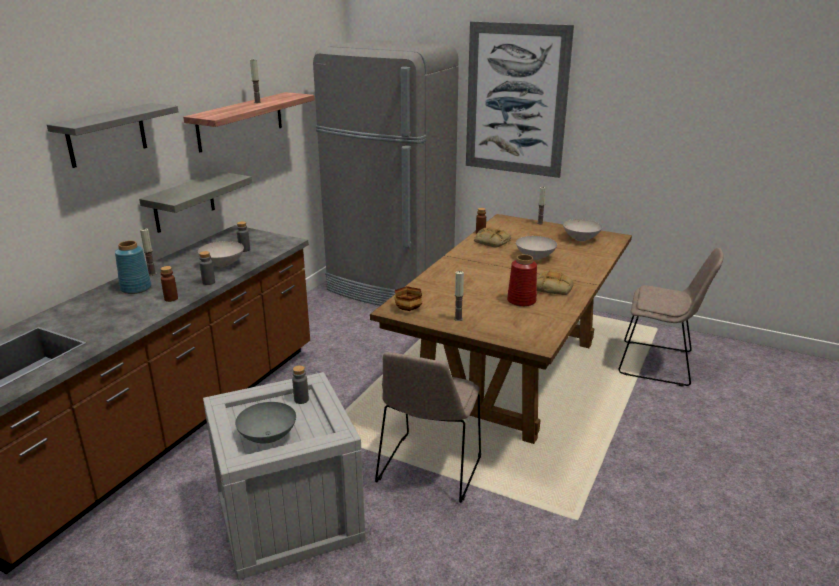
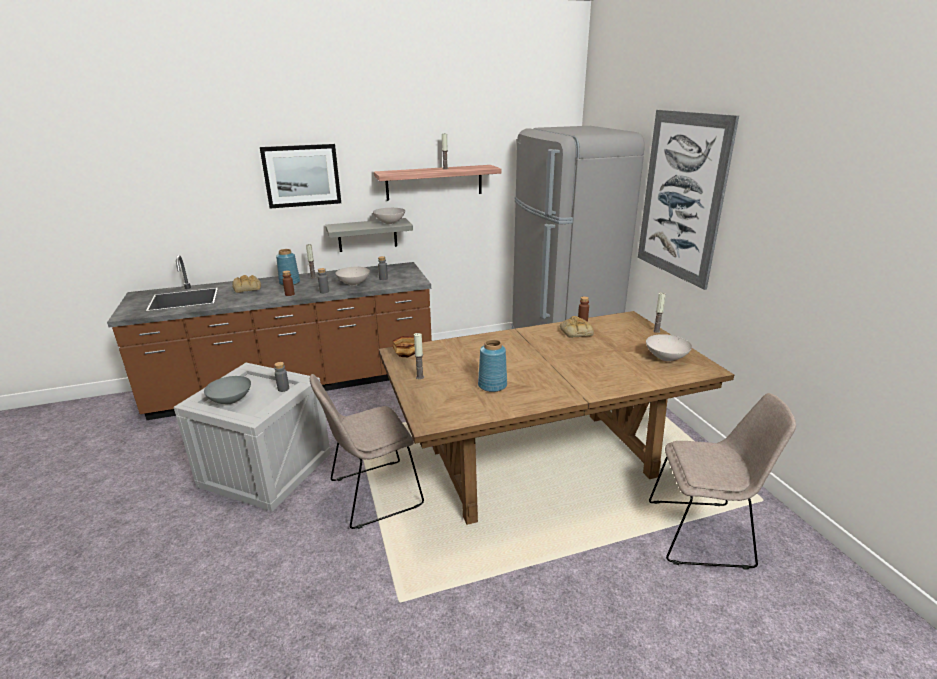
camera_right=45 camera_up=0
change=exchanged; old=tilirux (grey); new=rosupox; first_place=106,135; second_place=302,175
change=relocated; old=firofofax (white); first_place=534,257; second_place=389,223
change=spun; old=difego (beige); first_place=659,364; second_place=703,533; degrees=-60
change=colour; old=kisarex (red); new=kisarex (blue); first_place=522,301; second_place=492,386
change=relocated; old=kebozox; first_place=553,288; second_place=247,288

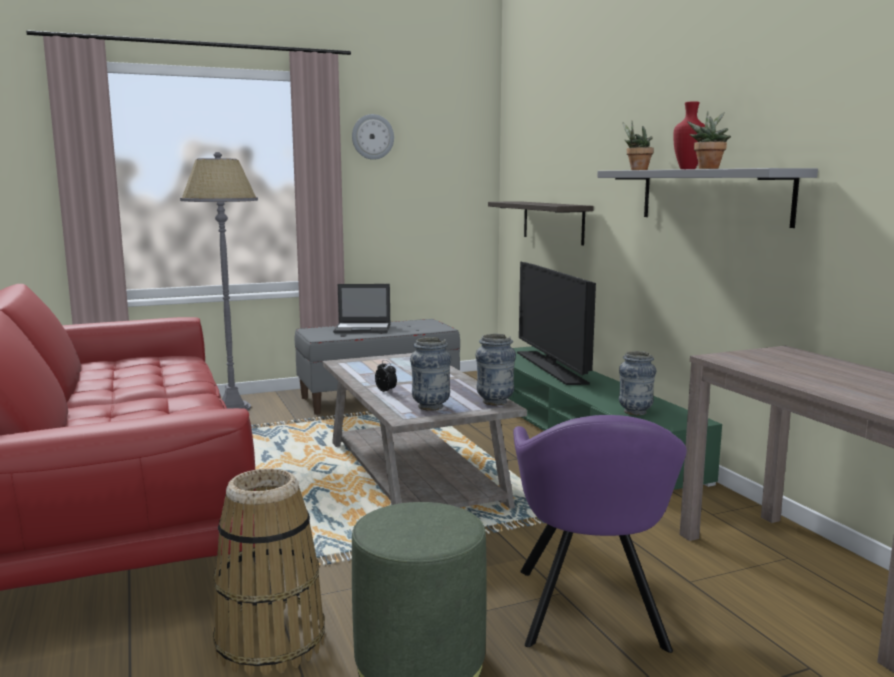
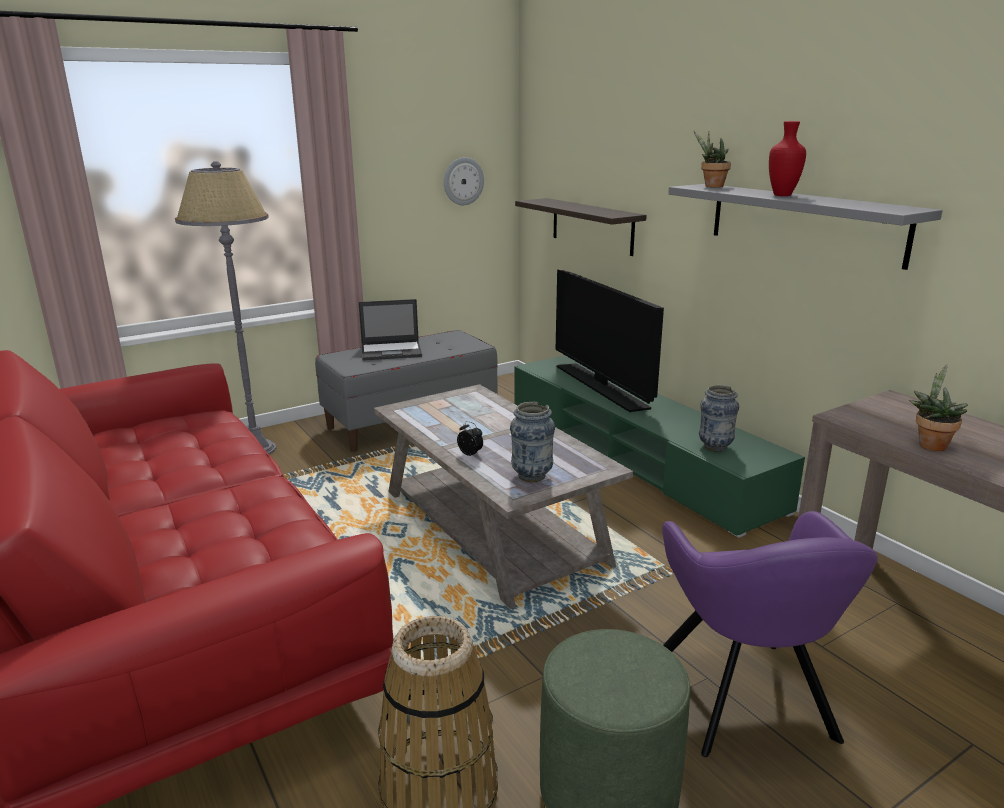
camera_right=-10 camera_up=10
change=relocated; old=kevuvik; first_place=708,168; second_place=930,444
change=relocated; old=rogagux; first_place=372,137; second_place=463,181
change=missing; old=kisarex; first_place=495,402

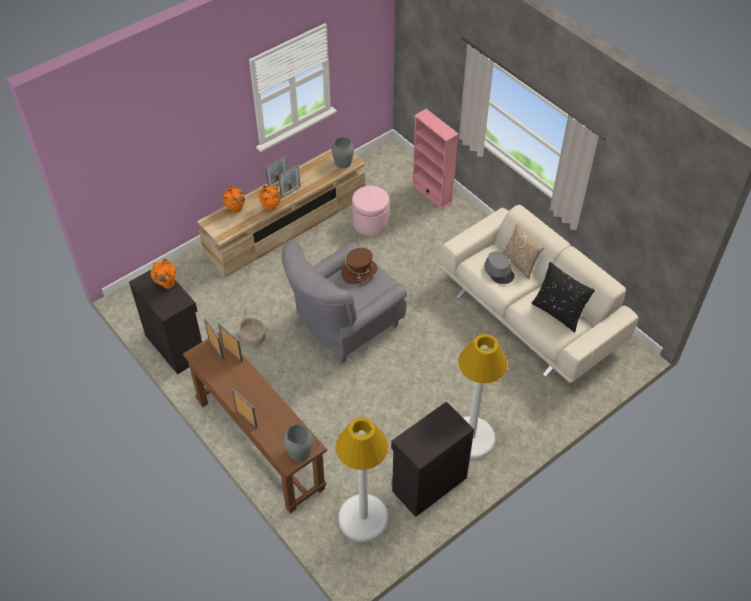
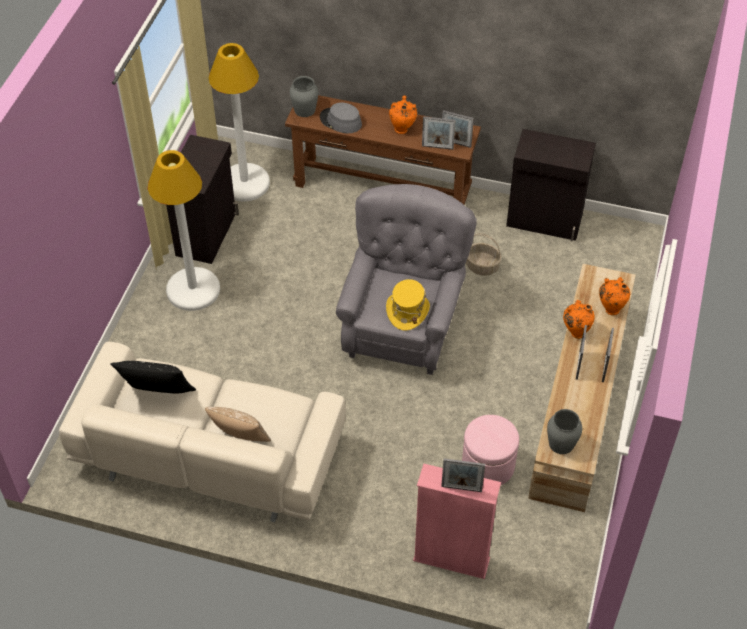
camera_right=145 camera_up=0
change=colour; old=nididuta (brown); new=nididuta (yellow); first_place=359,272; second_place=407,311
change=relocated; old=nididuta (grey); first_place=499,271; second_place=340,121
change=relocated; old=kisarex (orange); first_place=166,285; second_place=402,129
change=relocated; old=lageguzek; first_place=246,418; second_place=461,488

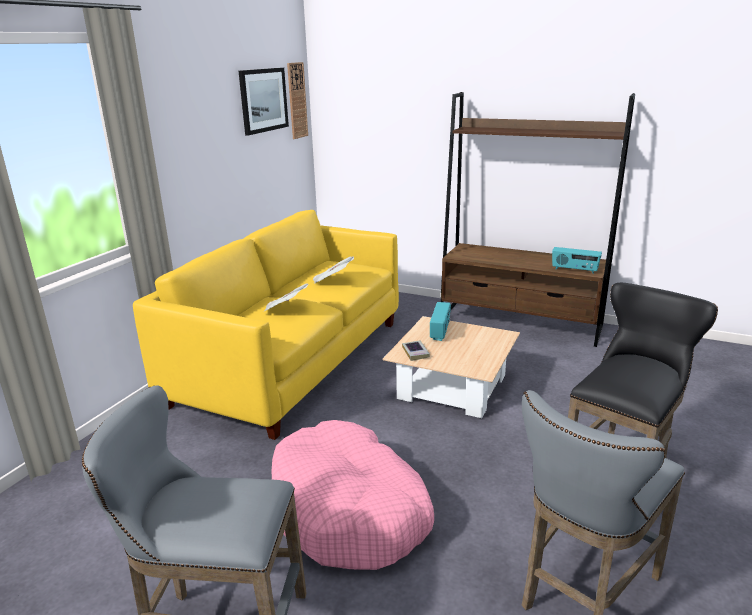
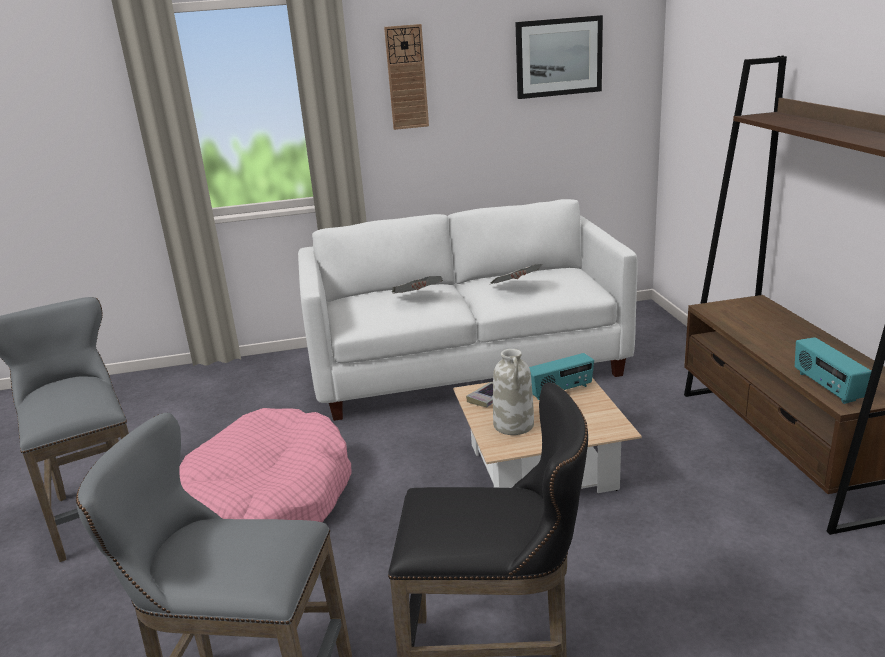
camera_right=55 camera_up=0
change=relocated; old=rogagux; first_place=297,100; second_place=406,77
change=colour; old=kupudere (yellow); new=kupudere (white); first_place=292,361; second_place=466,366
change=appeared; new=kisarex (white); second_place=514,425

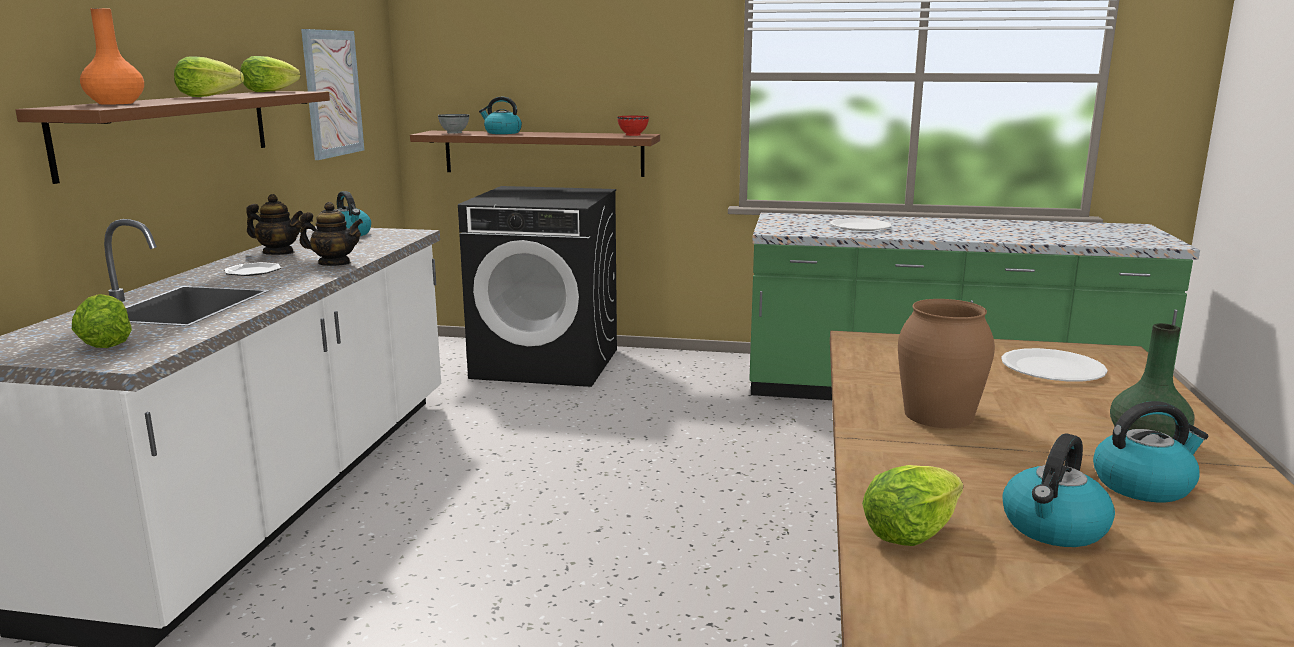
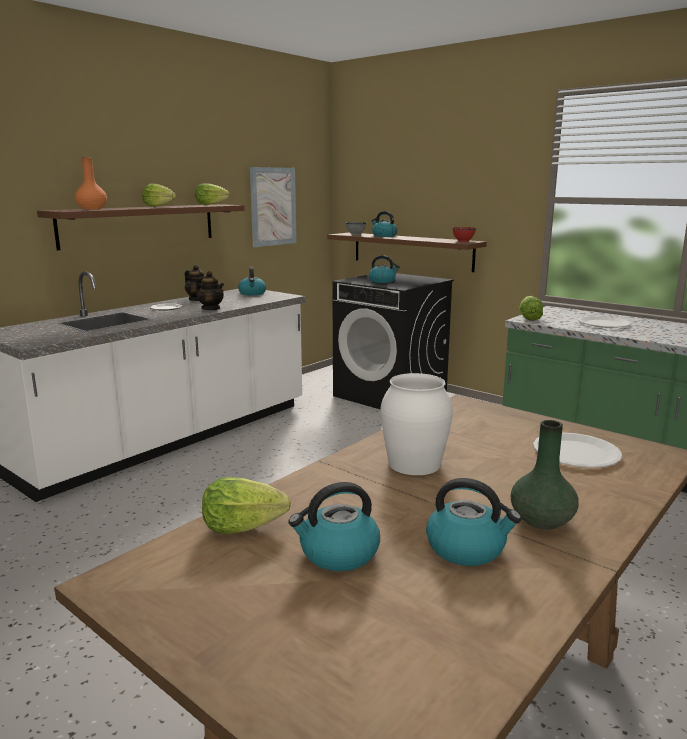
camera_right=30 camera_up=0
change=relocated; old=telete; first_place=106,343; second_place=529,318
change=colour; old=kisarex (brown); new=kisarex (white); first_place=938,415; second_place=413,464
change=appeared; new=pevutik; second_place=382,281

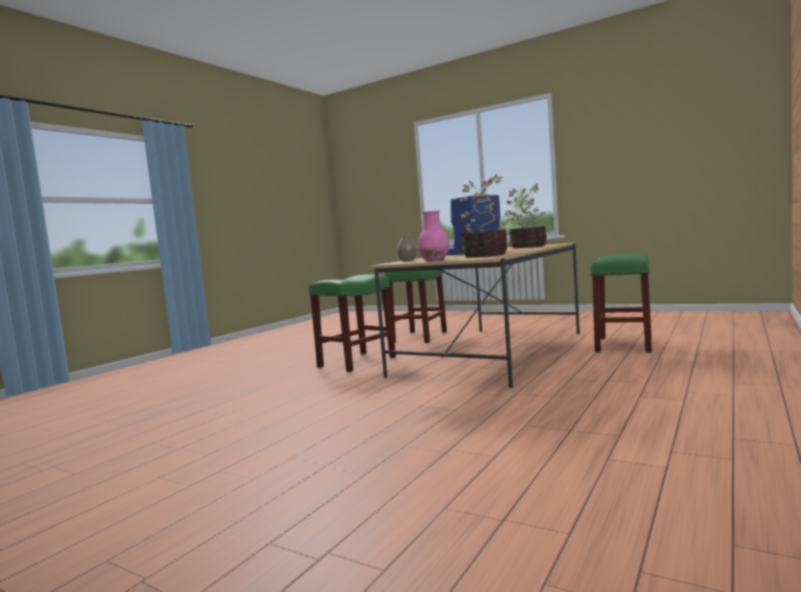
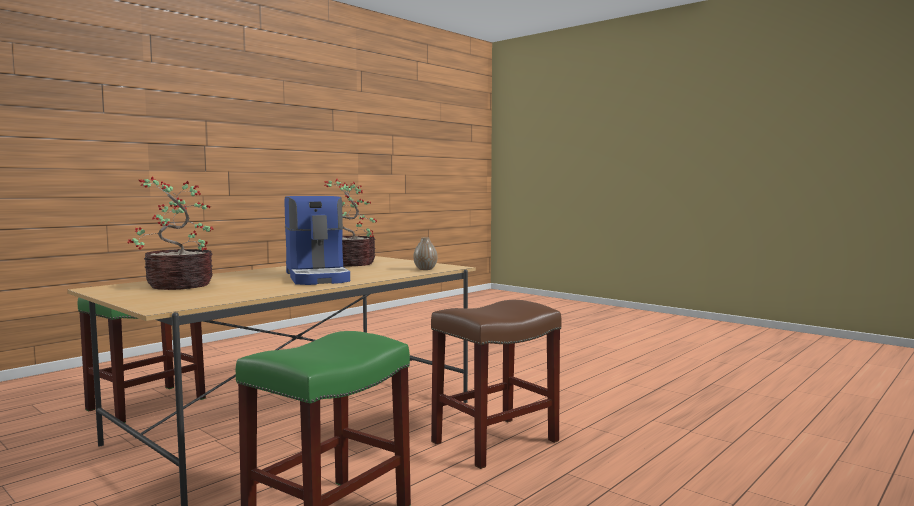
camera_right=-170 camera_up=0
change=missing; old=kisarex (pink); first_place=435,260
change=colour; old=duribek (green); new=duribek (brown); first_place=357,362; second_place=494,442

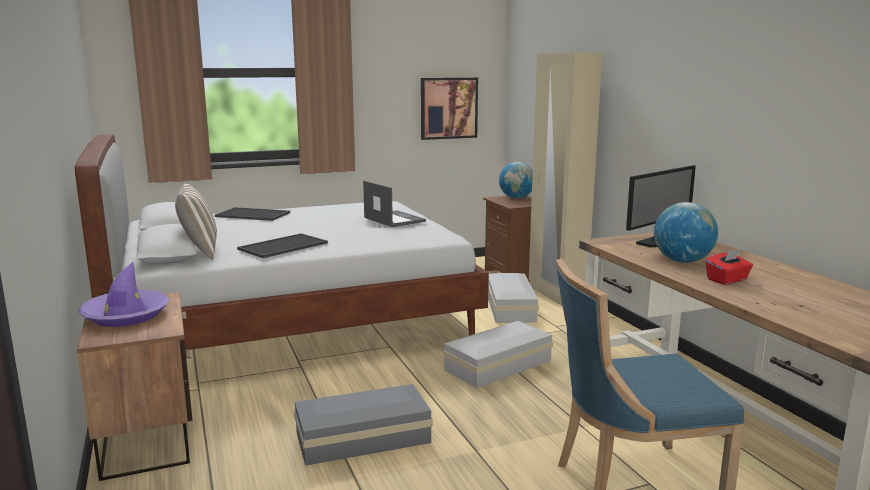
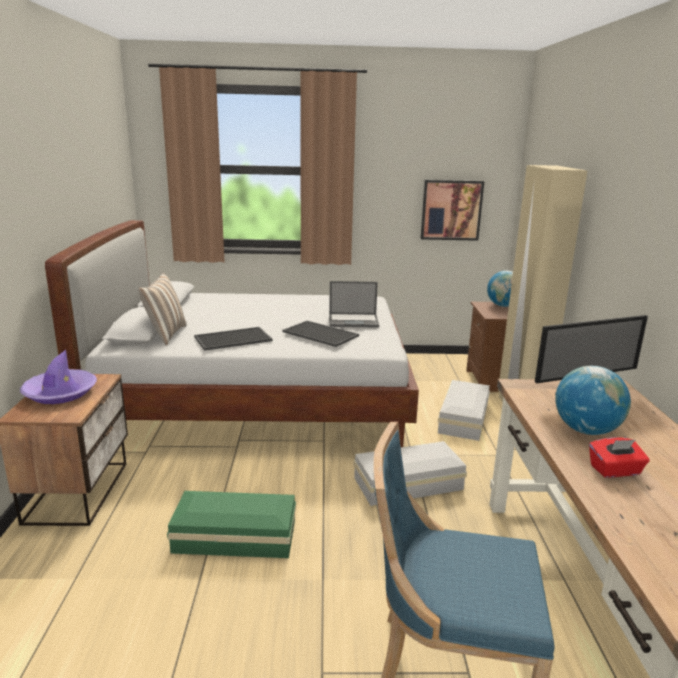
camera_right=20 camera_up=5
change=spun; old=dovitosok; first_place=393,219; second_place=354,321; degrees=105
change=relocated; old=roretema; first_place=254,214; second_place=321,334
change=colour; old=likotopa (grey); new=likotopa (green); first_place=360,437; second_place=233,535

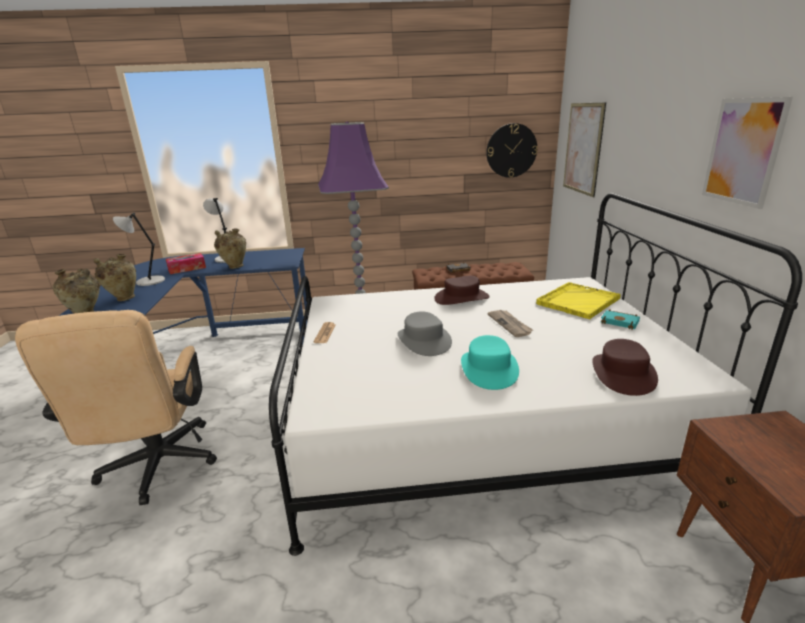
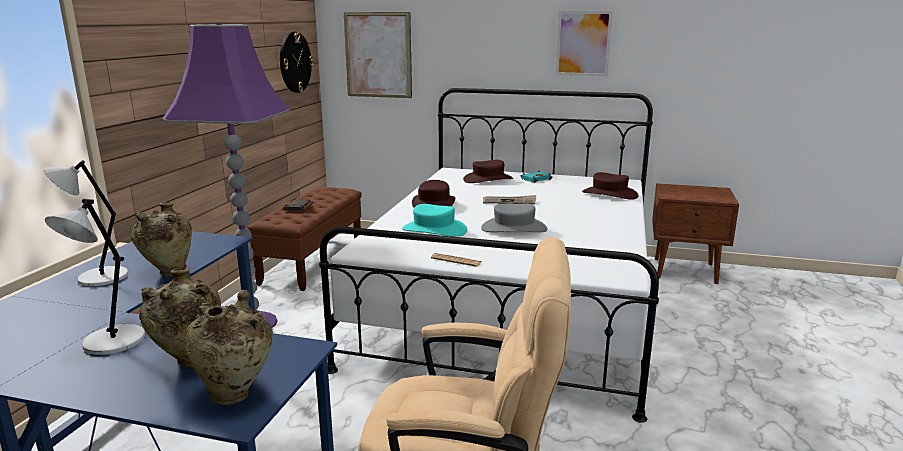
camera_right=-70 camera_up=-5
change=missing; old=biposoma; first_place=187,268
change=exchanged; old=roretema (yellow); new=nididuta (brown); first_place=577,301; second_place=488,179
change=relocated; old=nididuta (turquoise); first_place=488,369; second_place=434,230

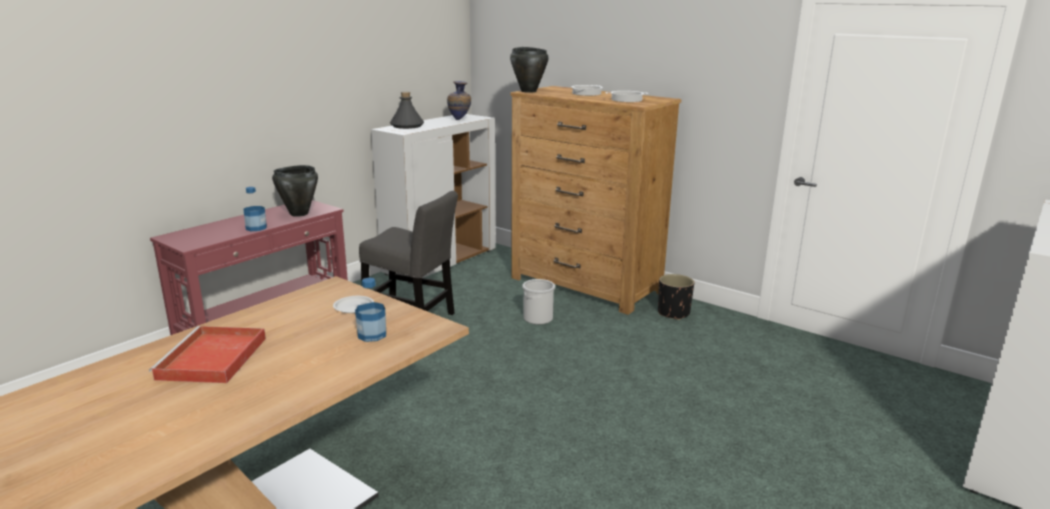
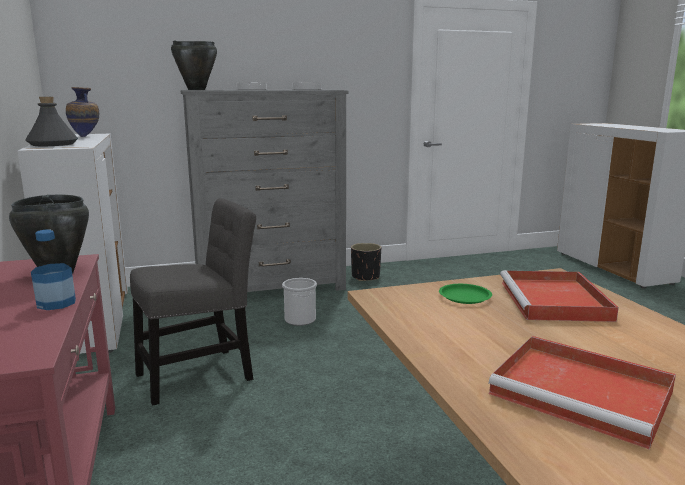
camera_right=-55 camera_up=-5
change=colour; old=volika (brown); new=volika (grey); first_place=585,285; second_place=270,285
change=exchanged; old=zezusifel; new=roretema (red); first_place=372,335; second_place=555,301
change=colour; old=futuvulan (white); new=futuvulan (green); first_place=353,307; second_place=464,297

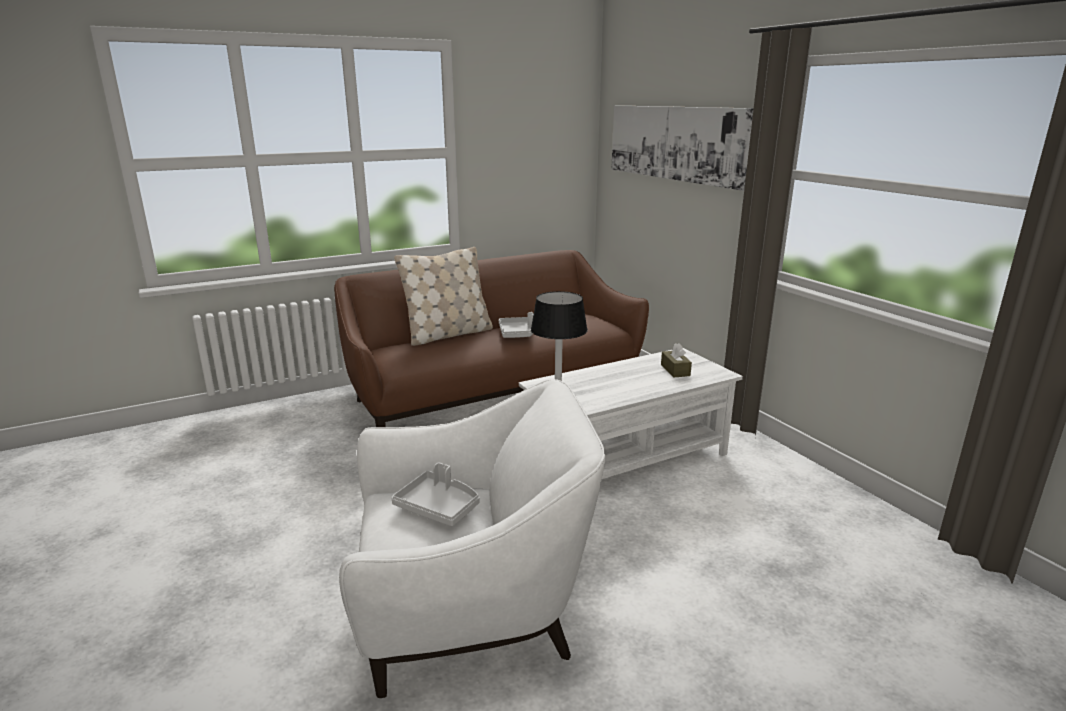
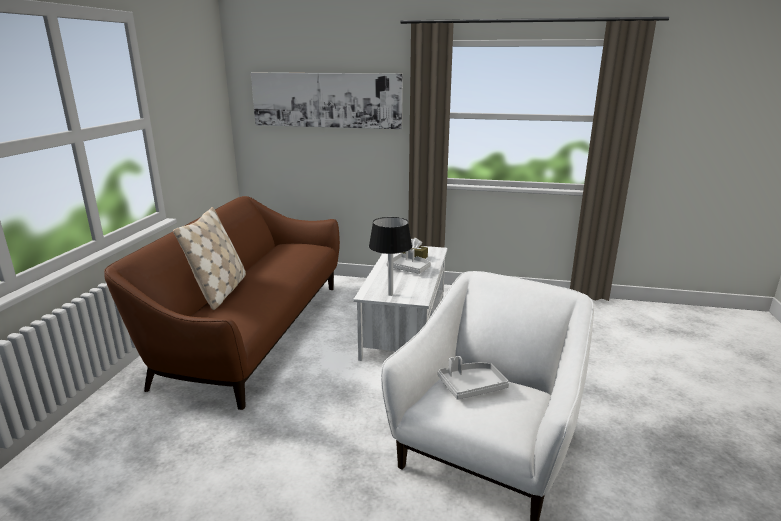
camera_right=-50 camera_up=0
change=relocated; old=roretema (grey); first_place=517,333; second_place=409,268

